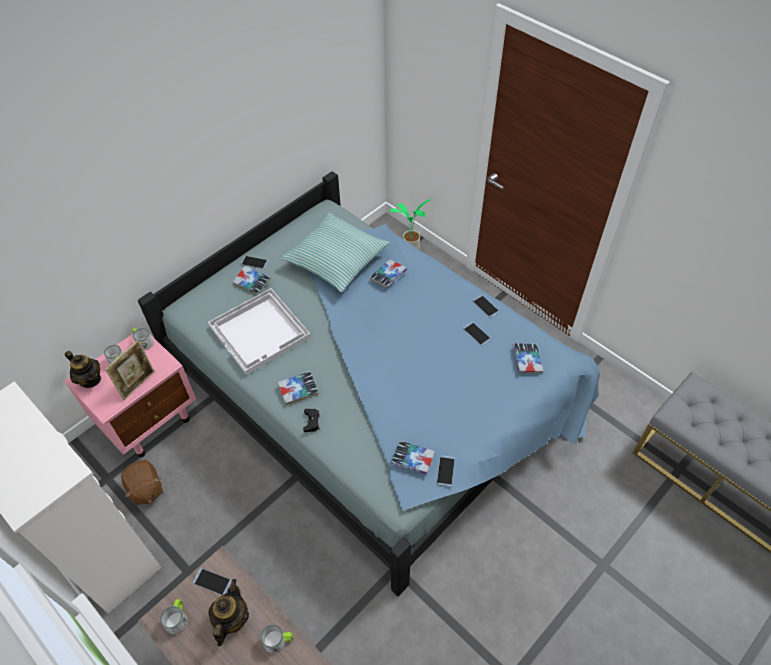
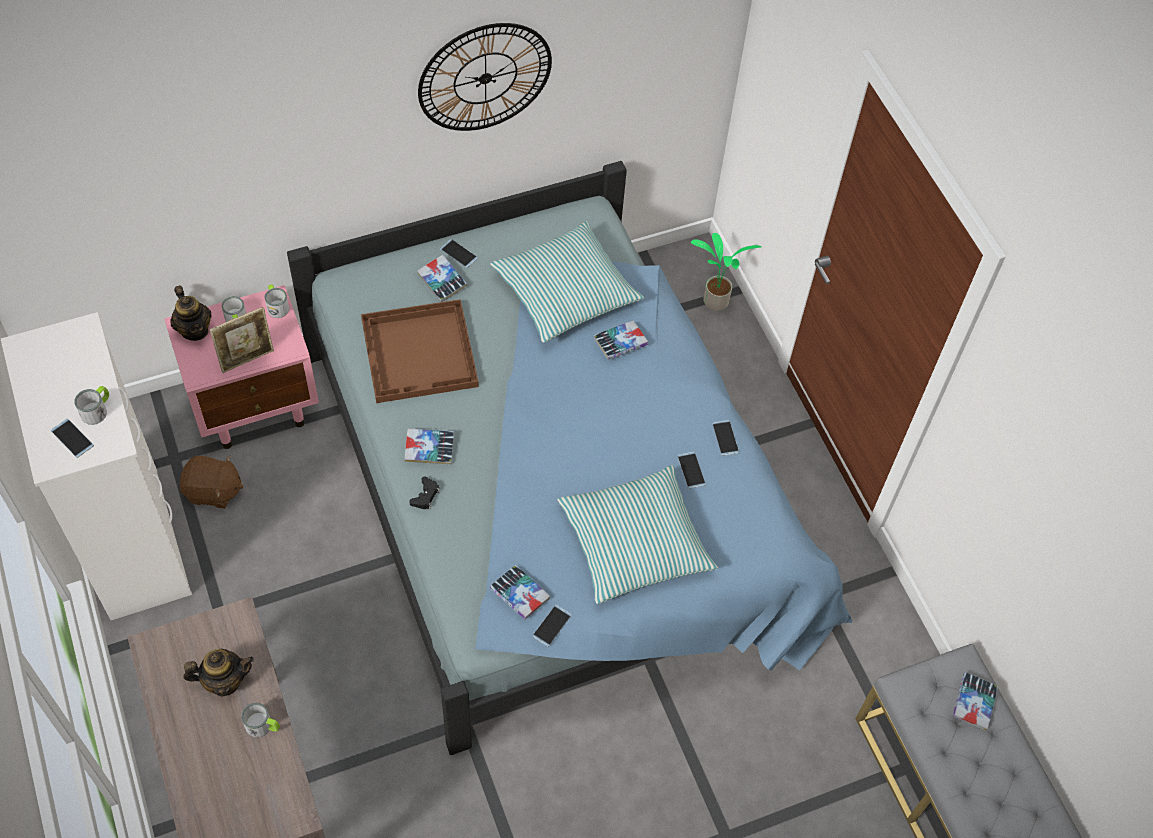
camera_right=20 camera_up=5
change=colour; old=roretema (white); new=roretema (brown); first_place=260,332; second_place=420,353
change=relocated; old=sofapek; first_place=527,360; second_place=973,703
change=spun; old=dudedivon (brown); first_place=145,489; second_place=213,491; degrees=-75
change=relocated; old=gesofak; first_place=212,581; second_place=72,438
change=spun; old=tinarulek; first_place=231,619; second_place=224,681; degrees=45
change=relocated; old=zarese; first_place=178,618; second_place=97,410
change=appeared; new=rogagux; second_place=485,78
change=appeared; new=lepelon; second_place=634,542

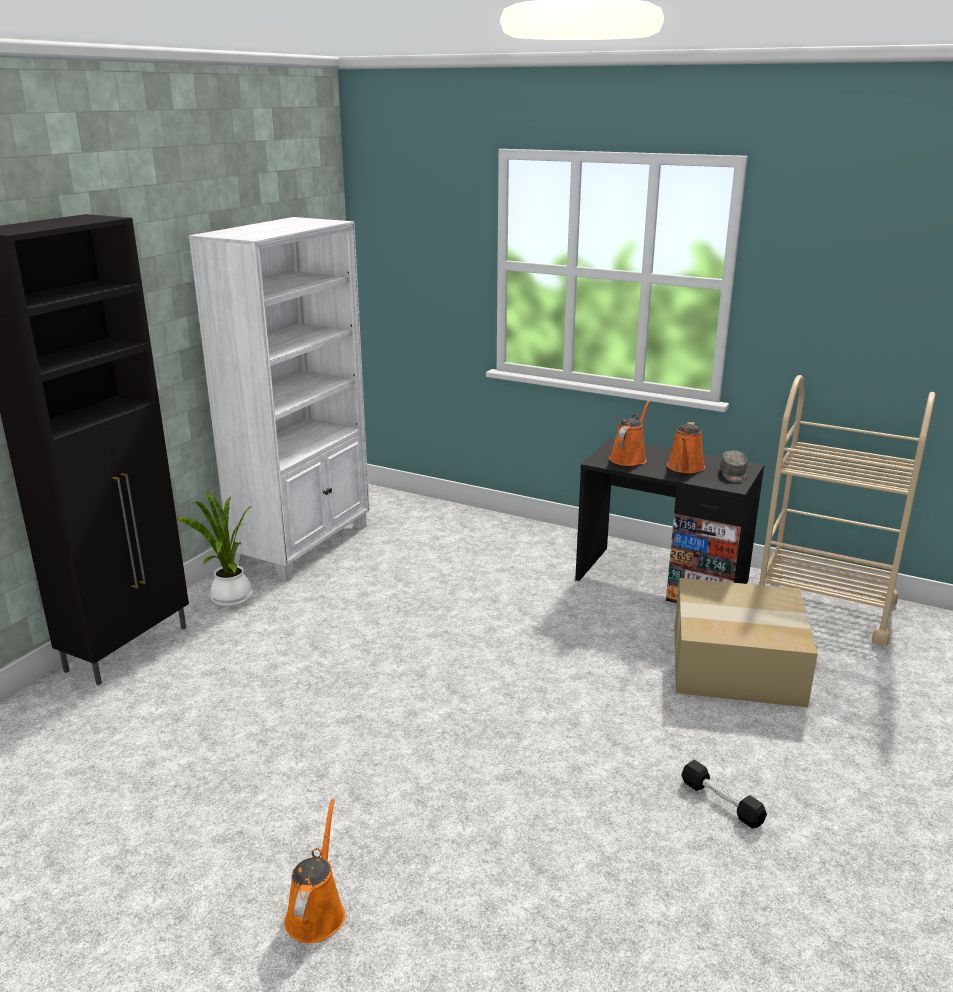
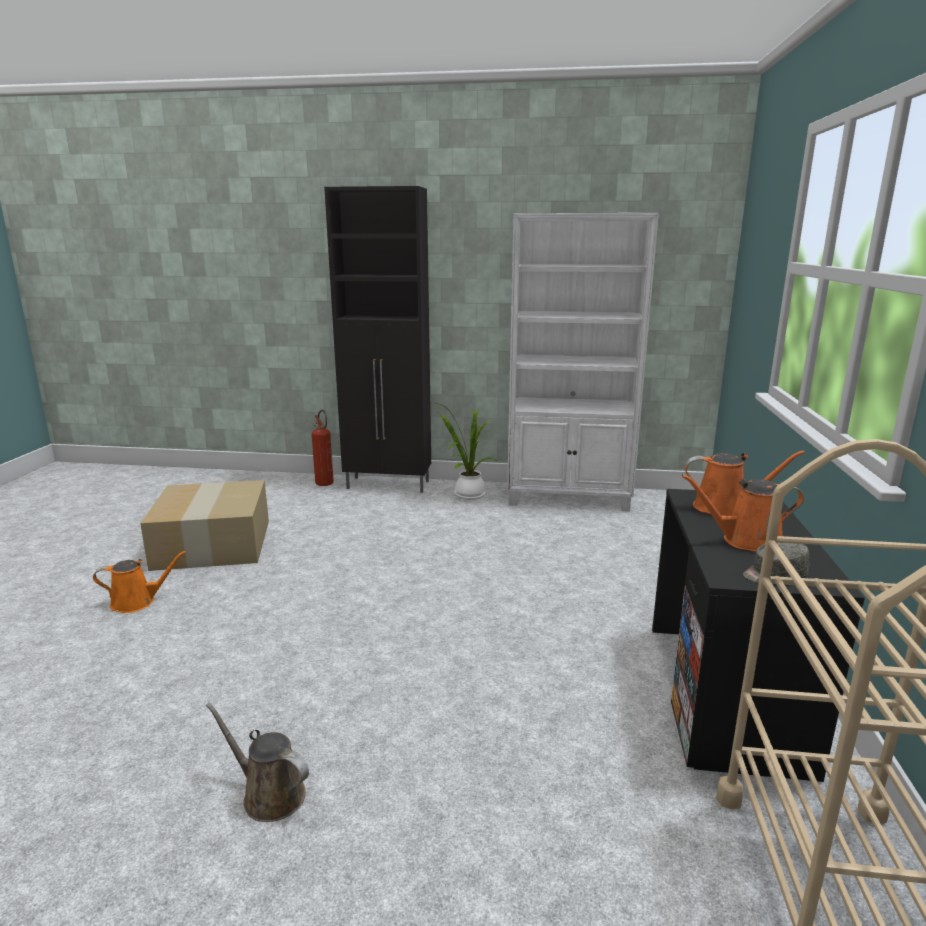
camera_right=70 camera_up=-5
change=relocated; old=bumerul; first_place=734,665; second_place=212,543
change=exchanged; old=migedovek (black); new=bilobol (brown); first_place=721,802; second_place=269,794
change=appeared; new=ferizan; second_place=325,484

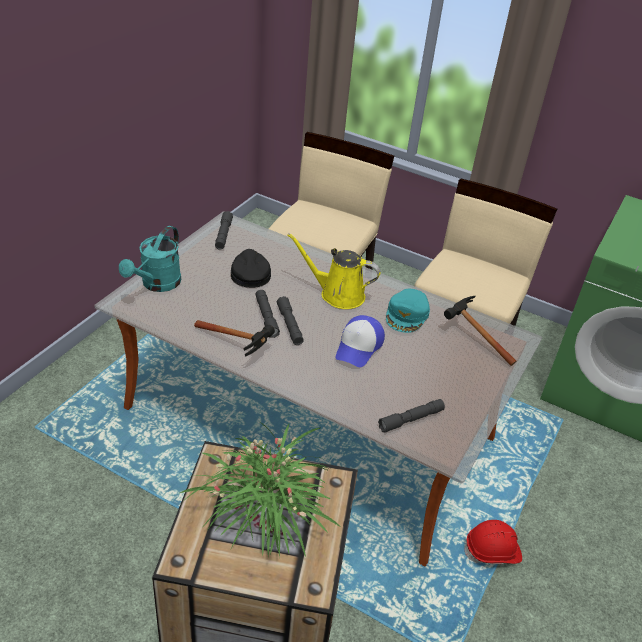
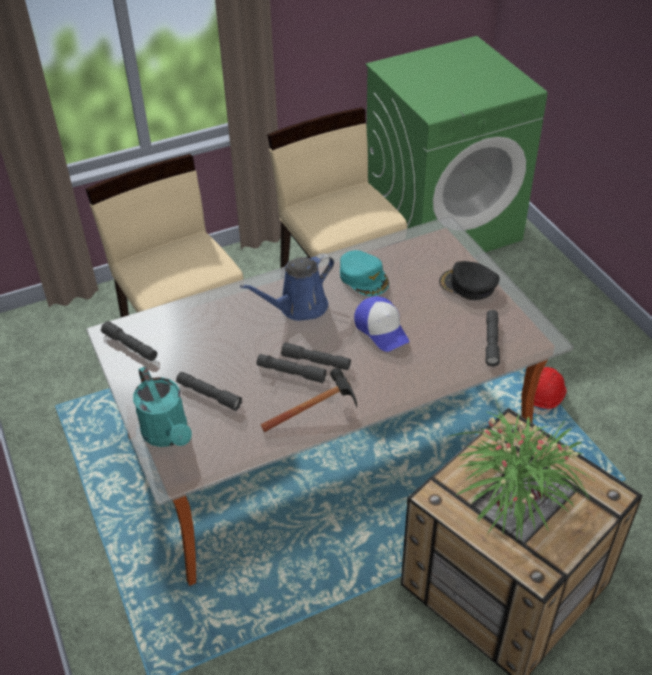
camera_right=-50 camera_up=5
change=colour; old=bilobol (yellow); new=bilobol (blue); first_place=337,294; second_place=299,307
change=relocated; old=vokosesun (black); first_place=249,274; second_place=468,285
change=missing; old=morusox; first_place=471,337
change=appeared; new=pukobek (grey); second_place=209,395

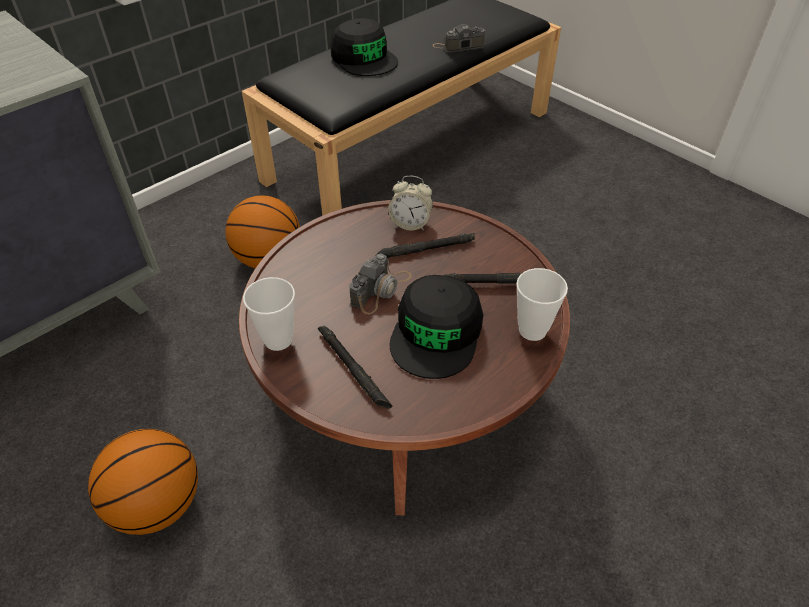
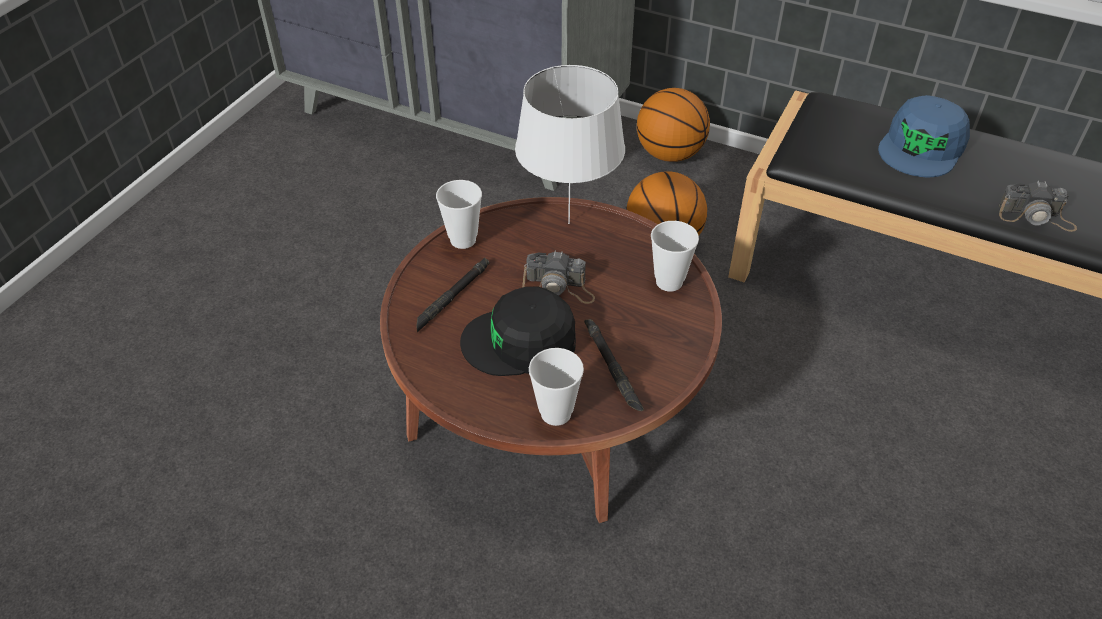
camera_right=70 camera_up=0
change=colour; old=vokosesun (black); new=vokosesun (blue); first_place=364,58; second_place=922,147
change=spun; old=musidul; first_place=458,46; second_place=1036,217; degrees=135
change=exchanged; old=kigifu; new=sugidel; first_place=410,224; second_place=669,282
change=missing; old=pukobek (black); first_place=425,250
change=relocated; old=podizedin; first_place=157,504; second_place=669,154
change=appeared; new=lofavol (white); second_place=567,223

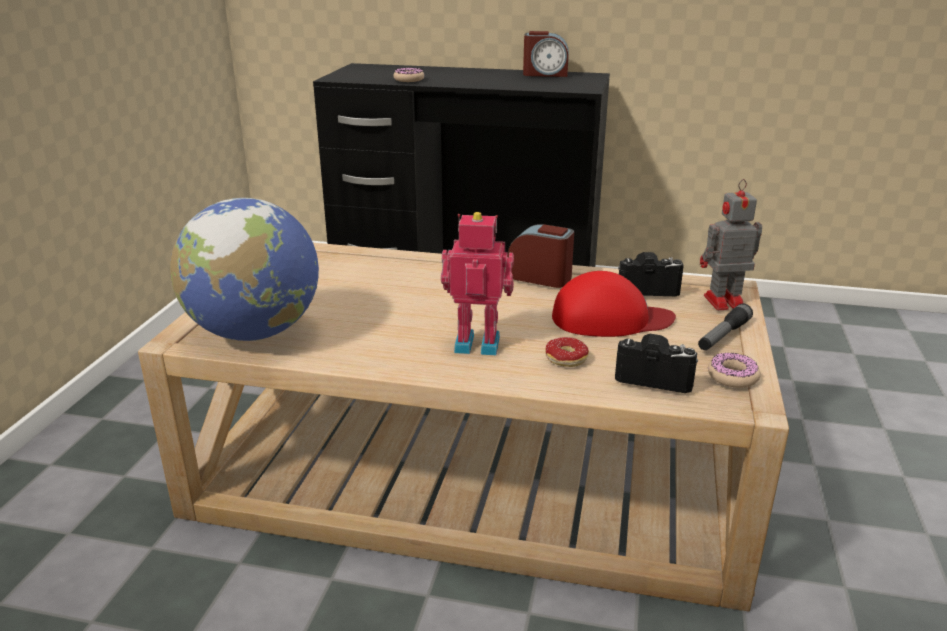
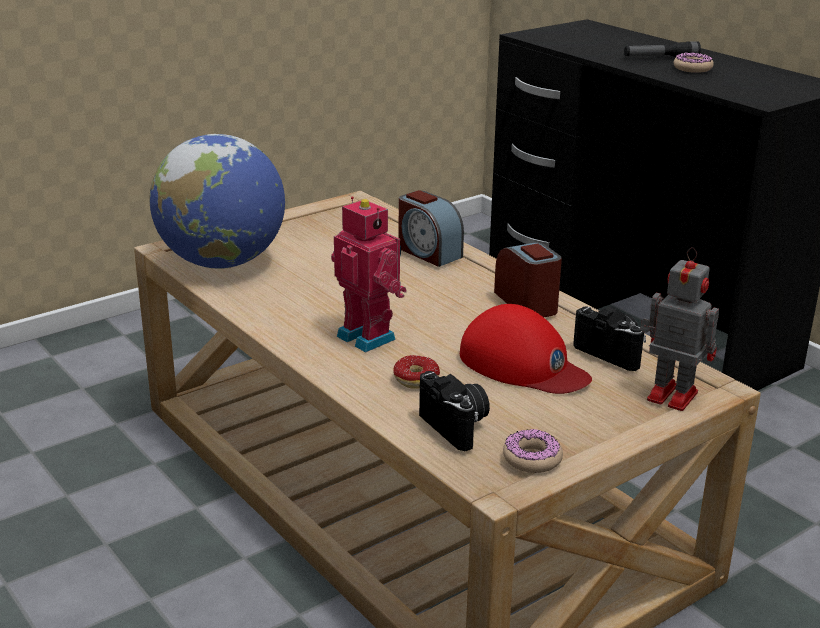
camera_right=40 camera_up=0
change=relocated; old=kigifu; first_place=545,74; second_place=428,252
change=relocated; old=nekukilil; first_place=409,79; second_place=692,68
change=relocated; old=pukobek; first_place=723,336; second_place=661,58

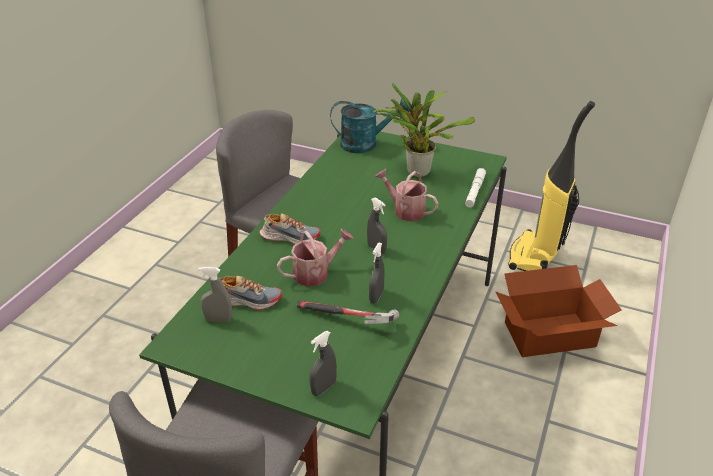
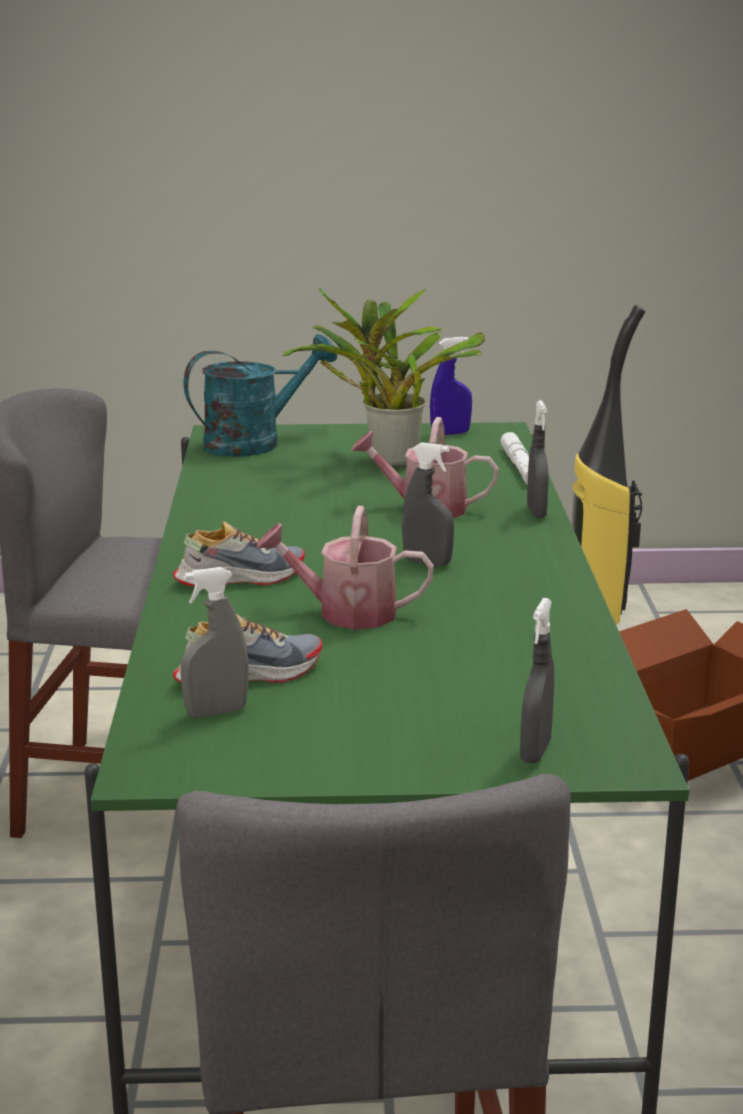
camera_right=-25 camera_up=-15
change=spun; old=bilobol; first_place=316,273; second_place=346,612; degrees=-120
change=relocated; old=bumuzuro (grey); first_place=376,296; second_place=536,512
change=missing; old=morusox; first_place=348,321
change=appeared; new=bumuzuro (blue); second_place=450,433

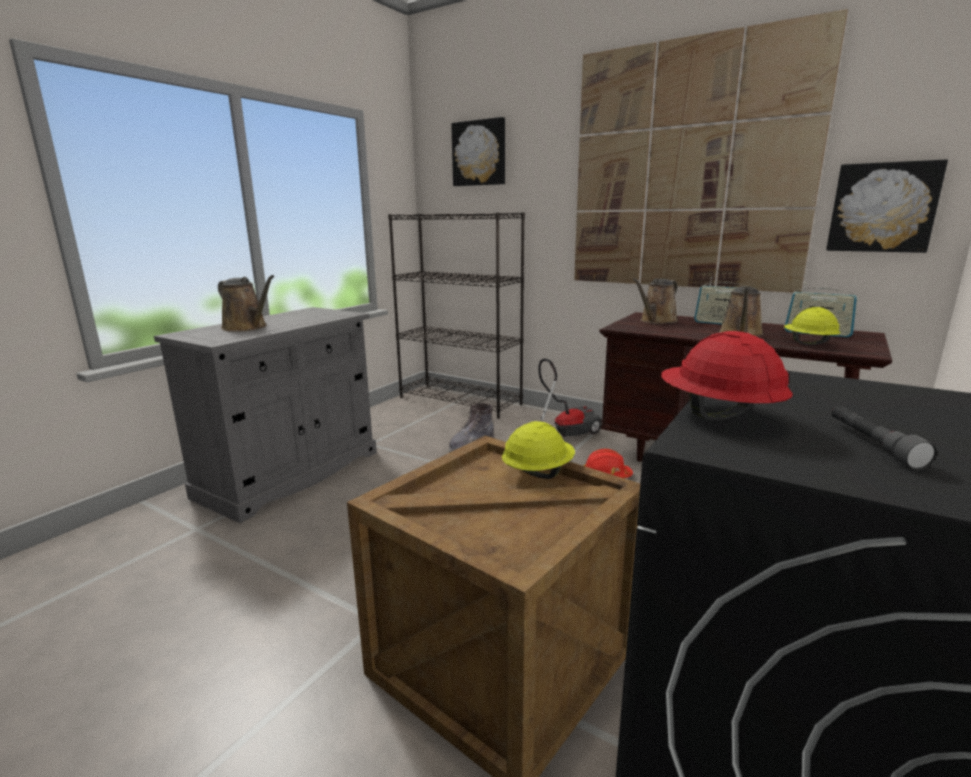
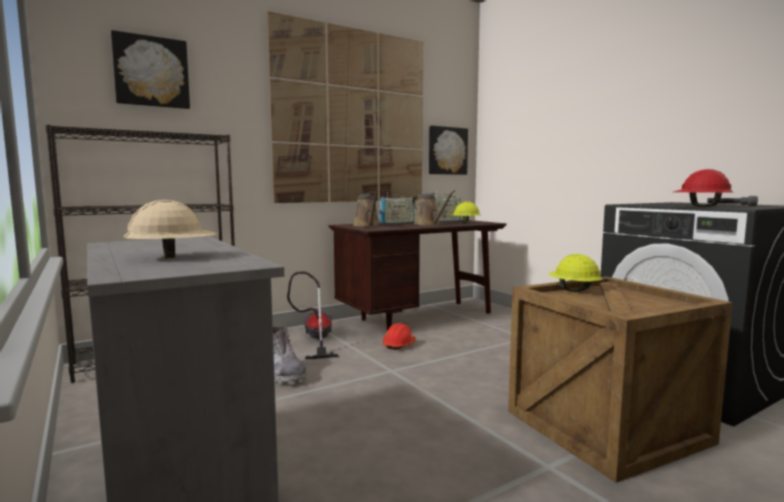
camera_right=-65 camera_up=-10
change=exchanged; old=bilobol (brown); new=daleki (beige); first_place=247,327; second_place=174,257

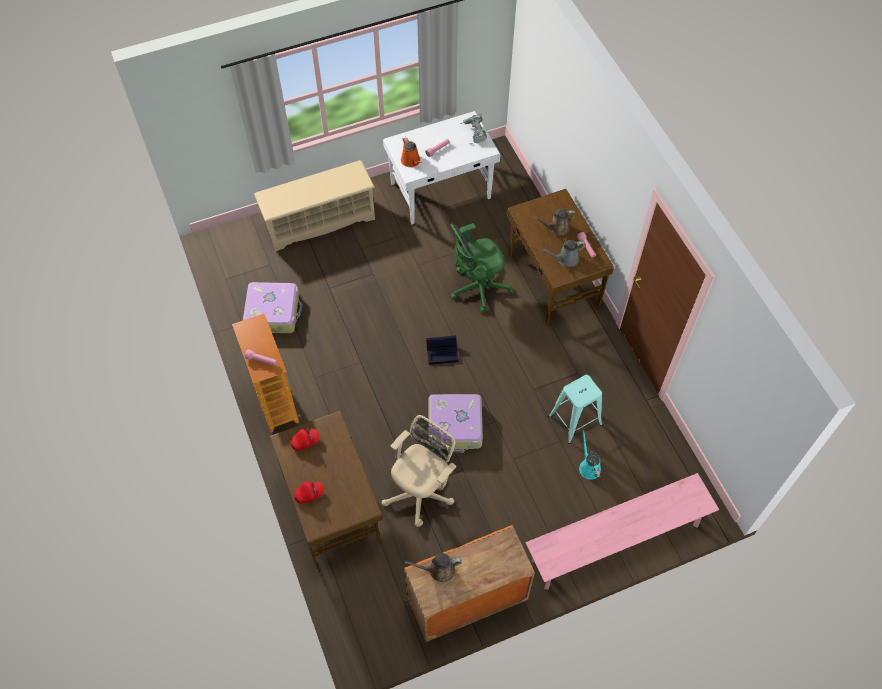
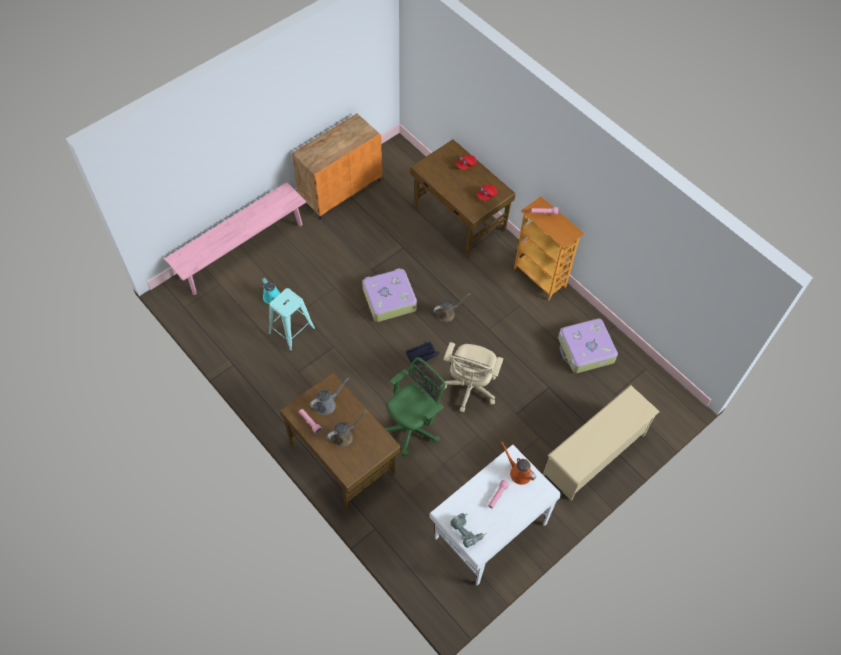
camera_right=160 camera_up=0
change=relocated; old=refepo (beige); first_place=421,492; second_place=470,389
change=relocated; old=bilobol (brown); first_place=438,570; second_place=447,313

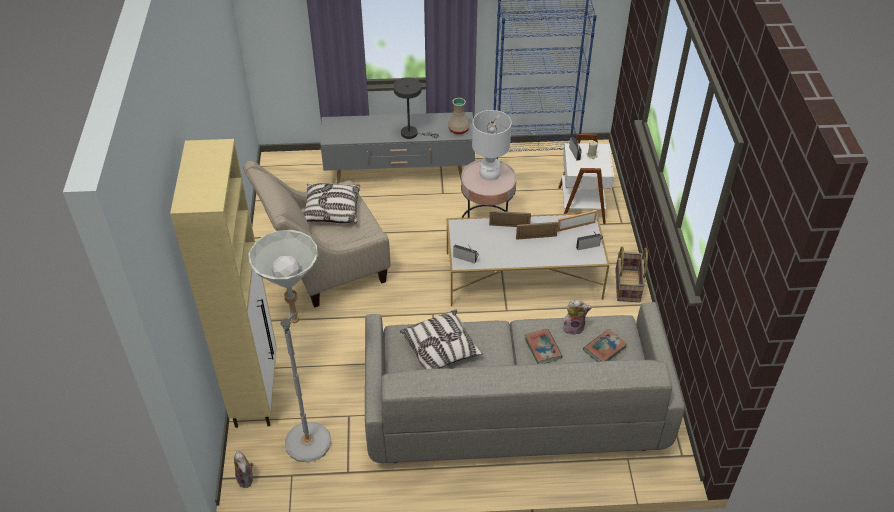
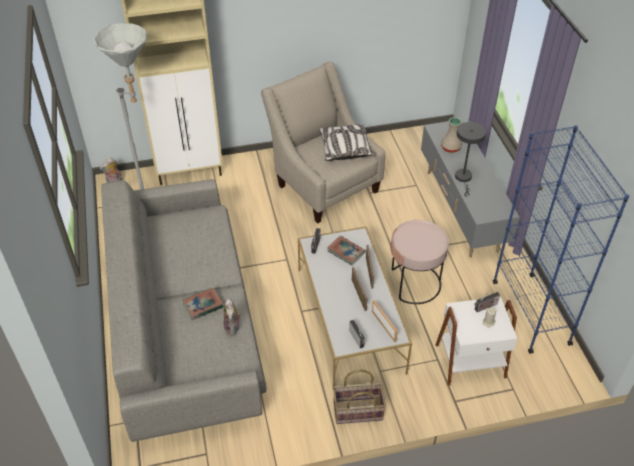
camera_right=80 camera_up=0
change=relocated; old=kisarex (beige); first_place=458,129; second_place=451,148
change=missing; old=lofavol (white); first_place=489,174
change=missing; old=lepelon; first_place=441,349
change=relocated; old=sofapek; first_place=604,349; second_place=346,252

